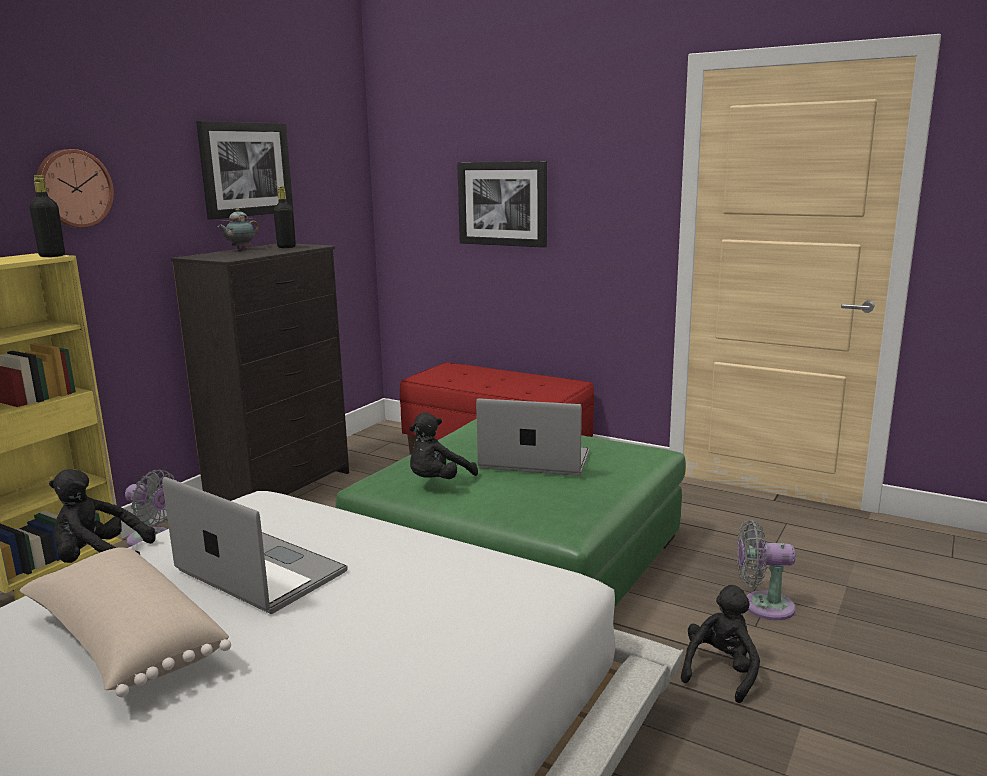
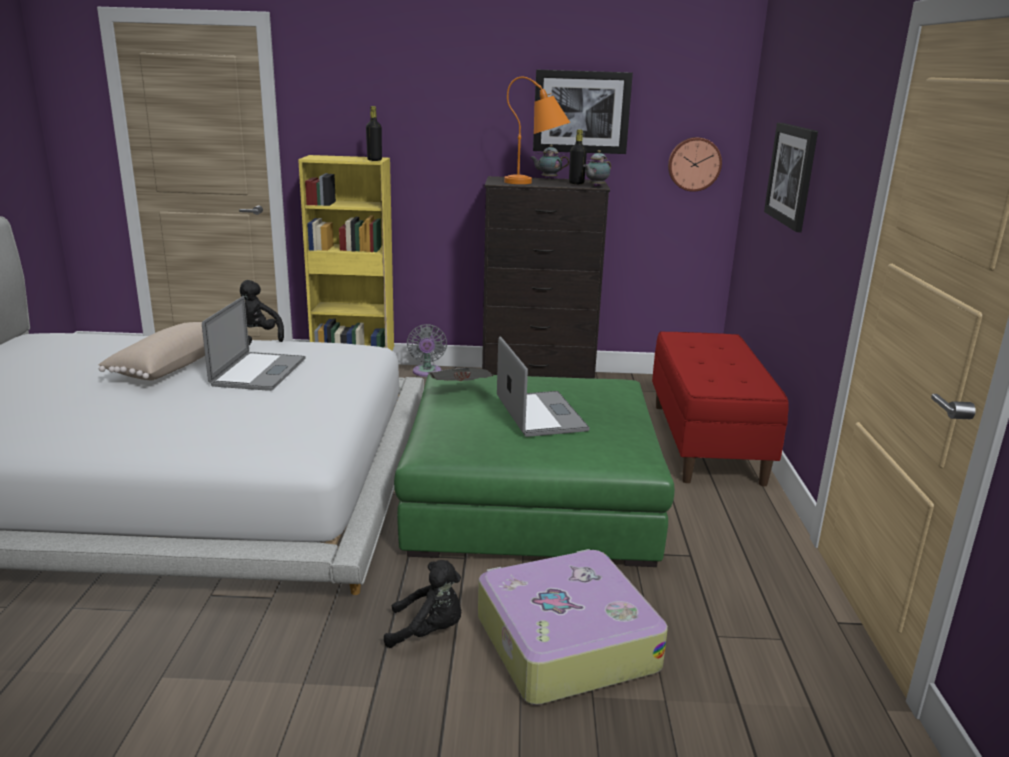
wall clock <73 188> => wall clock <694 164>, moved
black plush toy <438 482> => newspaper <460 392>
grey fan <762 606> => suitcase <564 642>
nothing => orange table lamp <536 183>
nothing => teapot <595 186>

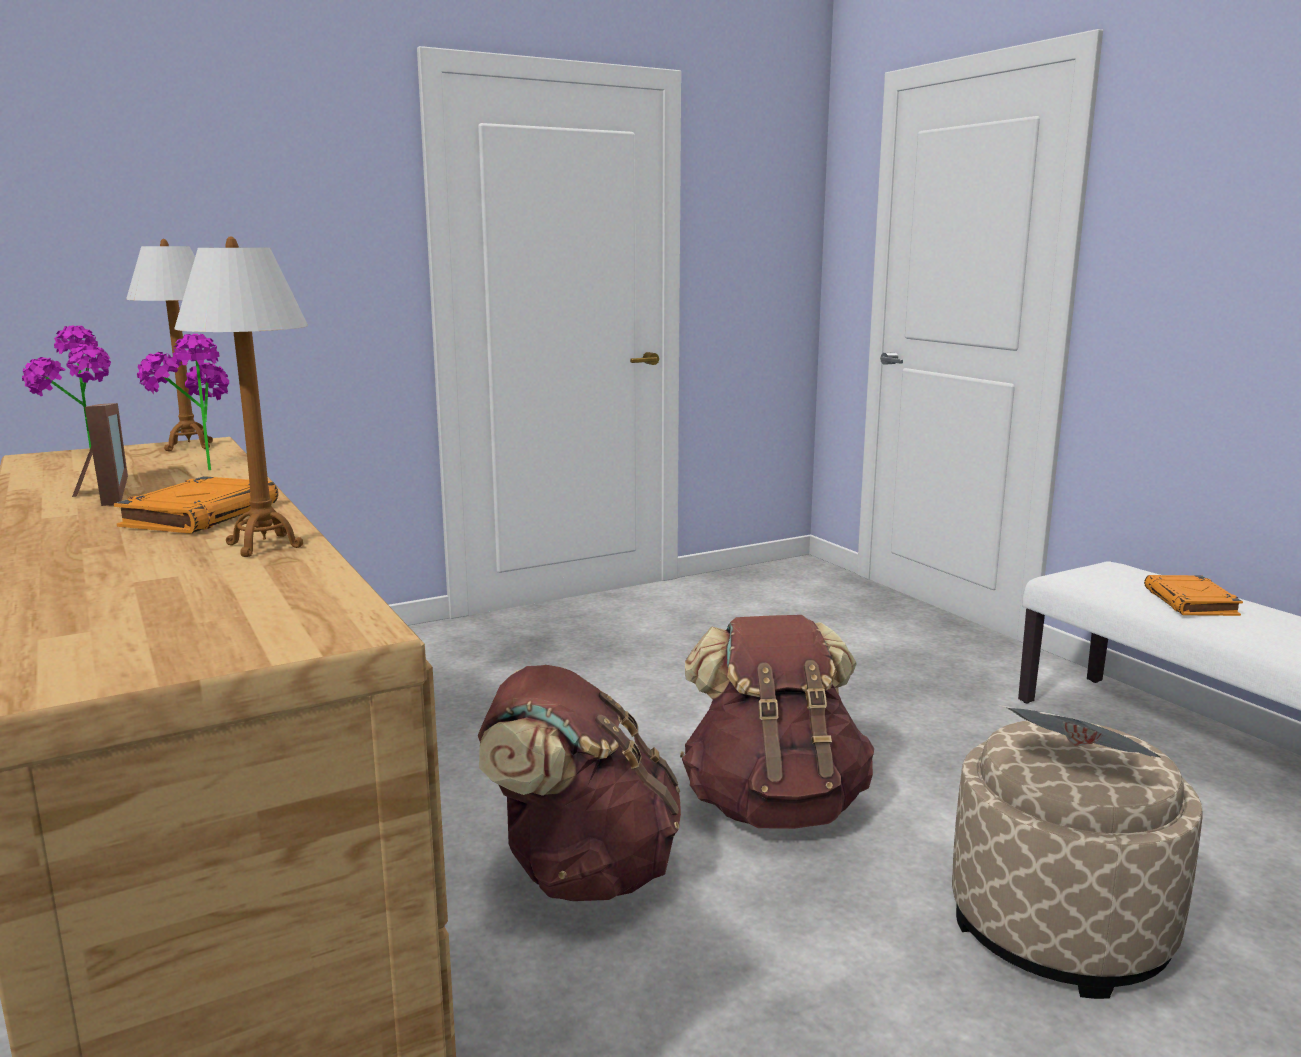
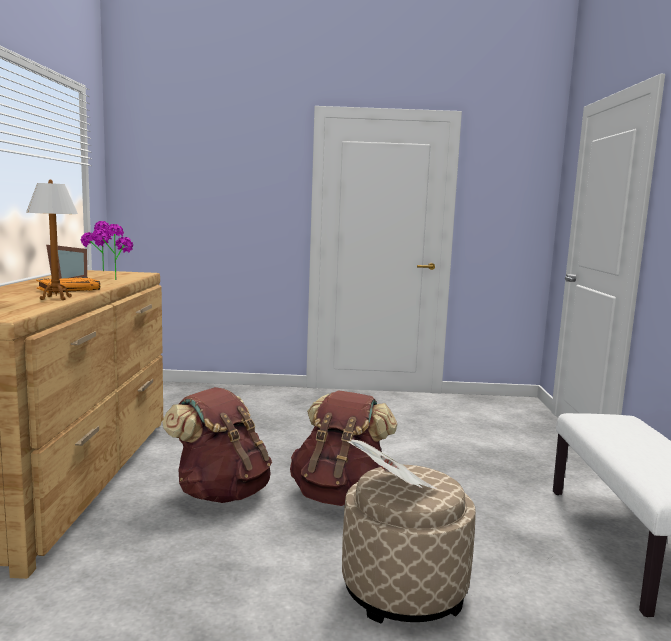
table lamp <189 446> => nothing
orange book <1191 602> => nothing

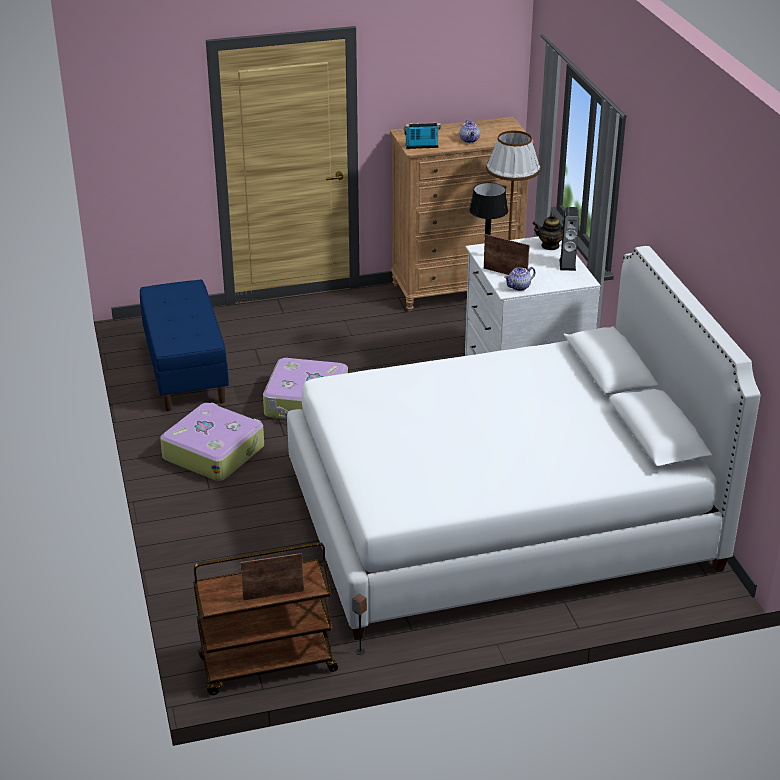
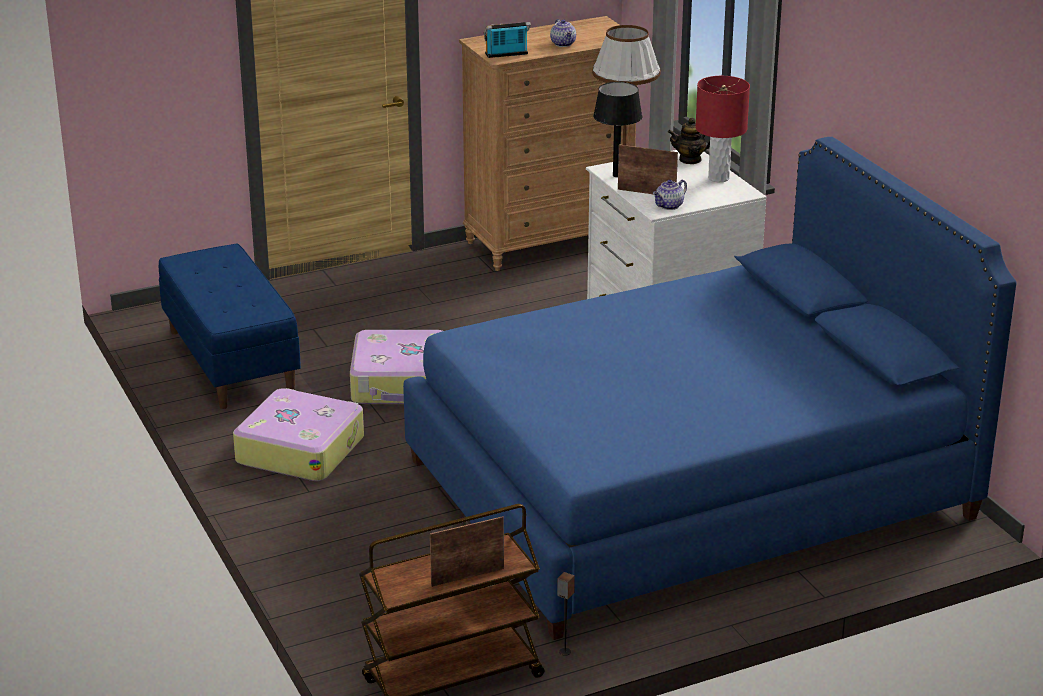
white bed <499 518> => blue bed <688 489>
speaker <567 264> => red table lamp <719 178>

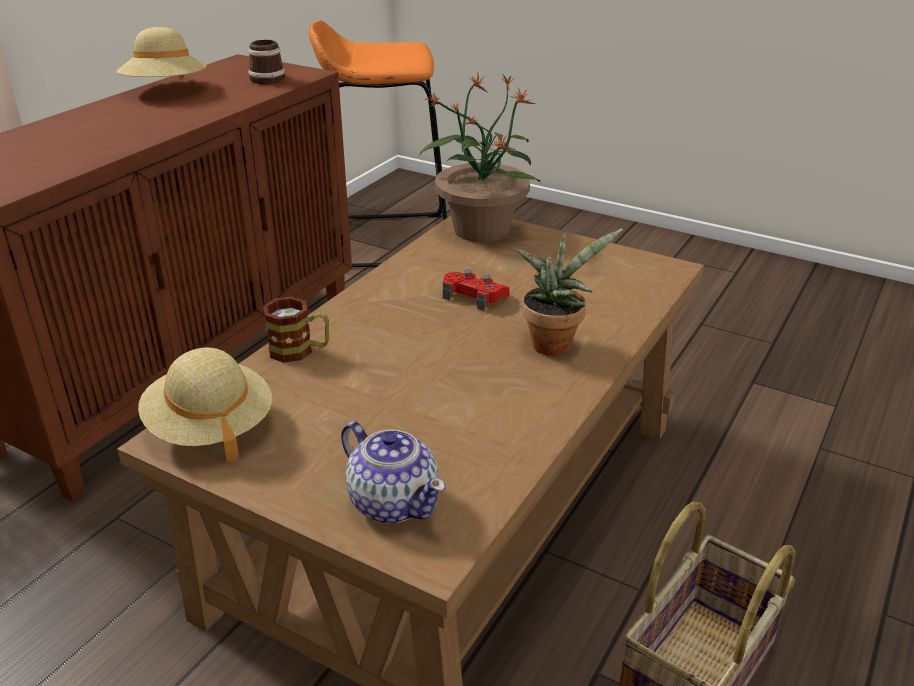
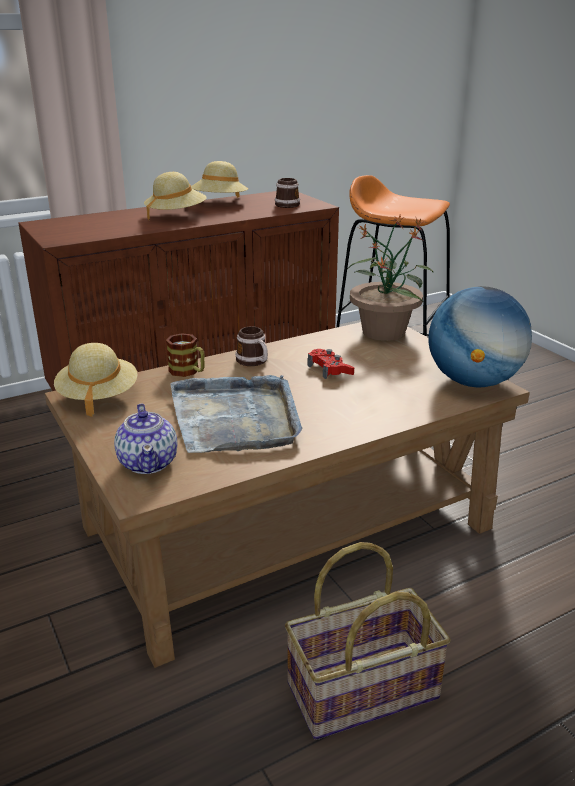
potted plant <554 342> => nothing
nothing => beige hat <176 215>
nothing => grey tray <236 418>
nothing => mug <254 362>
nothing => globe <473 382>

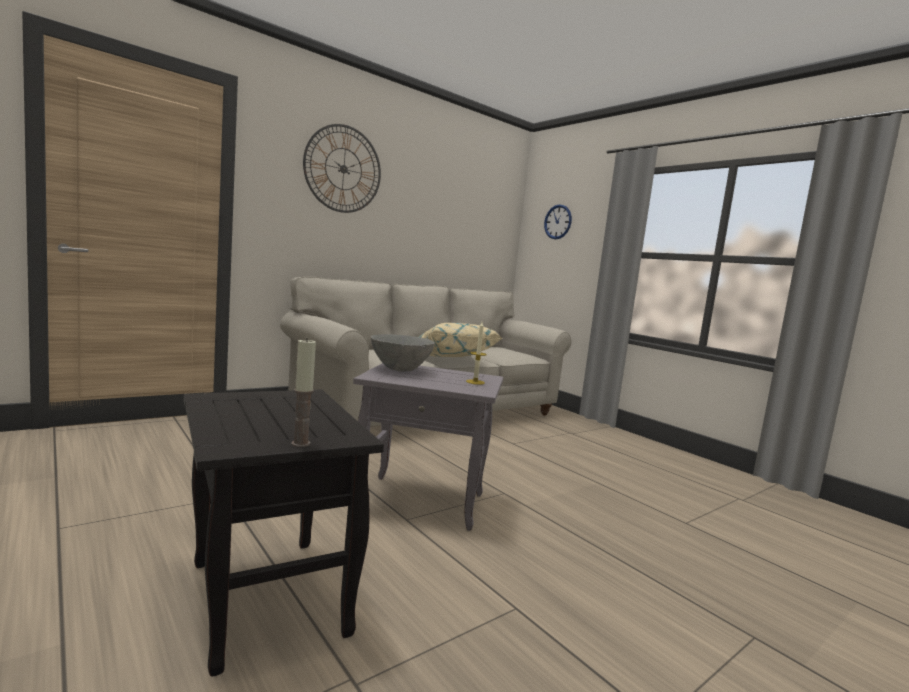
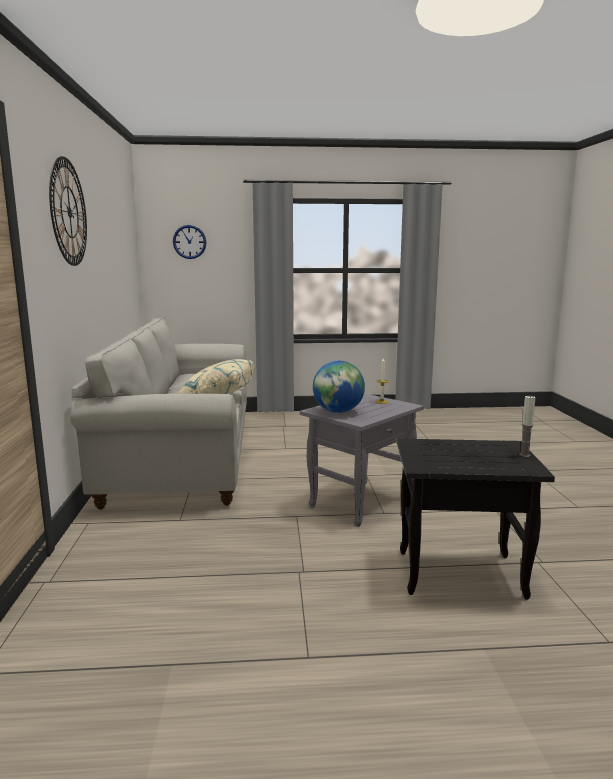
grey bowl <400 370> => globe <338 412>

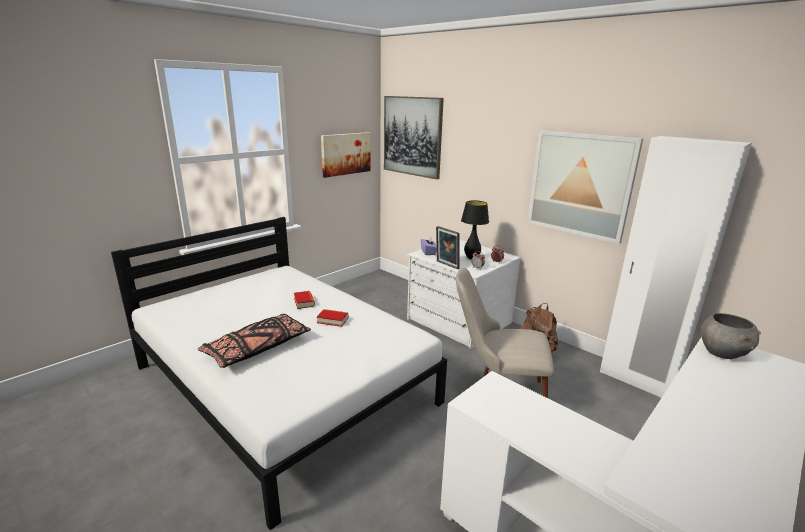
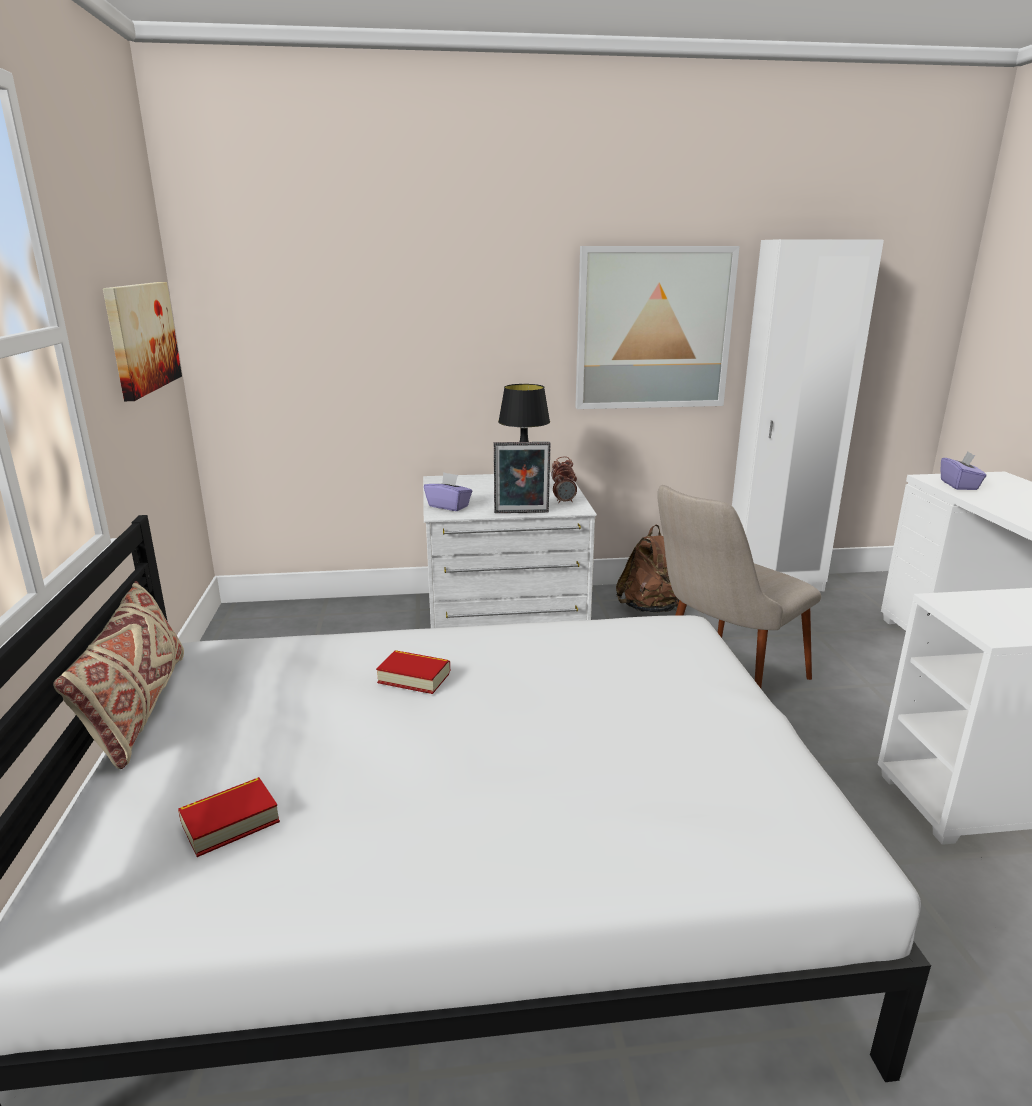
black pillow <257 349> => nothing
book <332 320> => book <230 822>, moved
picture <412 136> => nothing
grey bowl <722 353> => purple tissue box <959 485>
nothing => beige pillow <138 709>

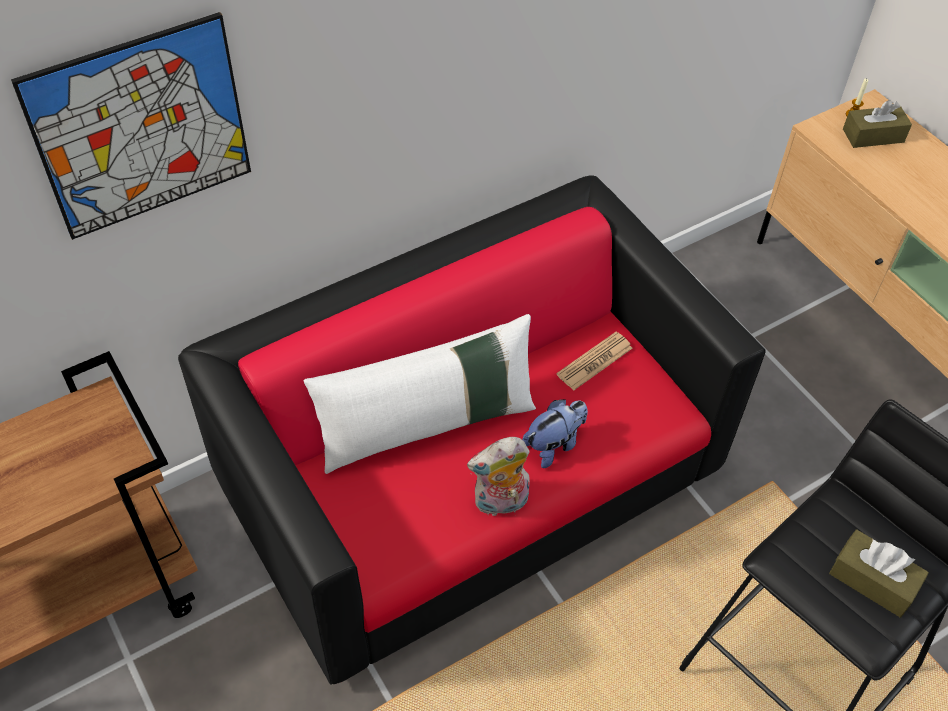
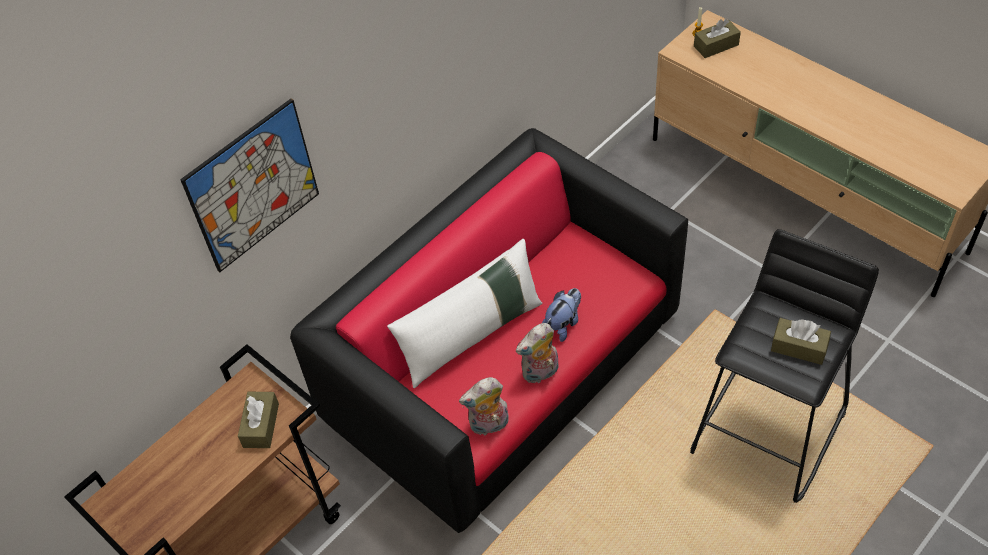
newspaper <594 361> => nothing
nothing => brown tissue box <261 425>
nothing => plush toy <489 425>

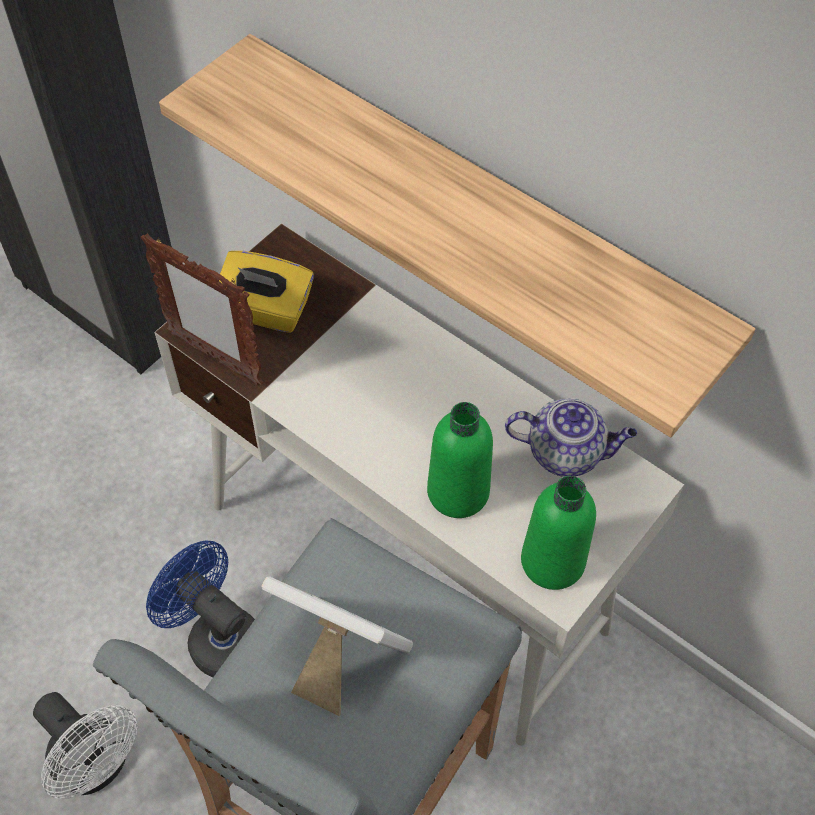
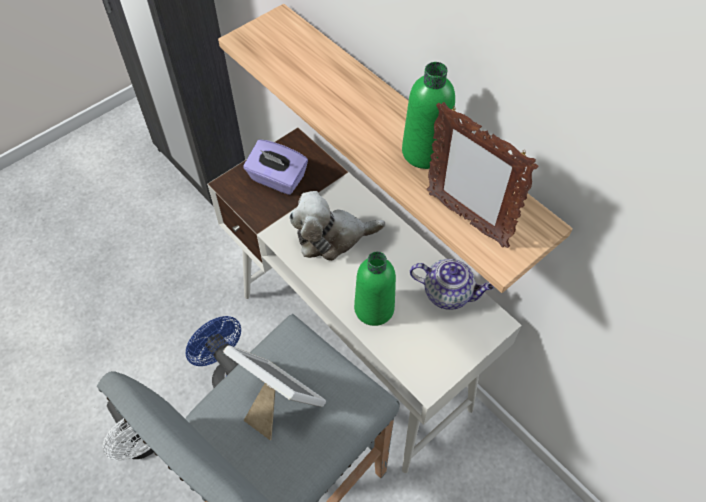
picture frame <215 357> => picture frame <465 219>, moved
yellow tissue box <265 310> => purple tissue box <277 179>
green bottle <552 561> => green bottle <424 152>, moved
nothing => plush toy <332 237>

